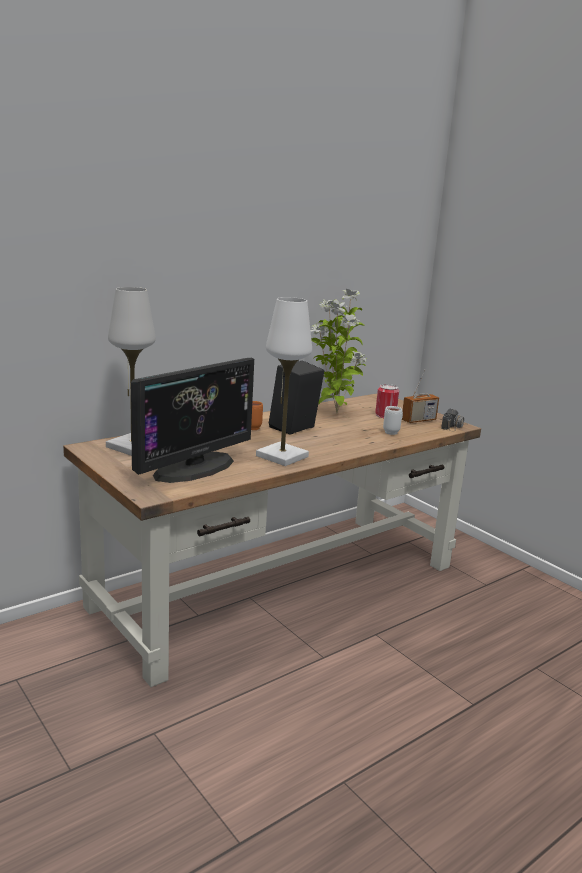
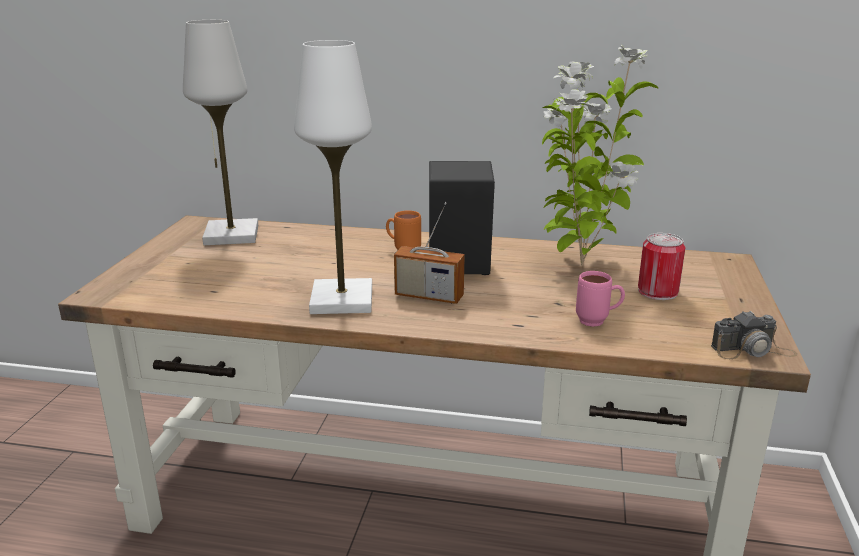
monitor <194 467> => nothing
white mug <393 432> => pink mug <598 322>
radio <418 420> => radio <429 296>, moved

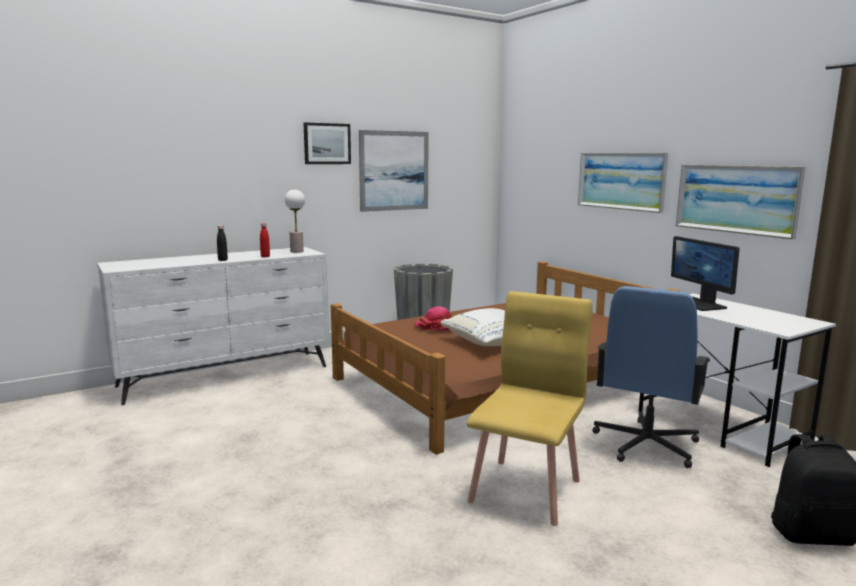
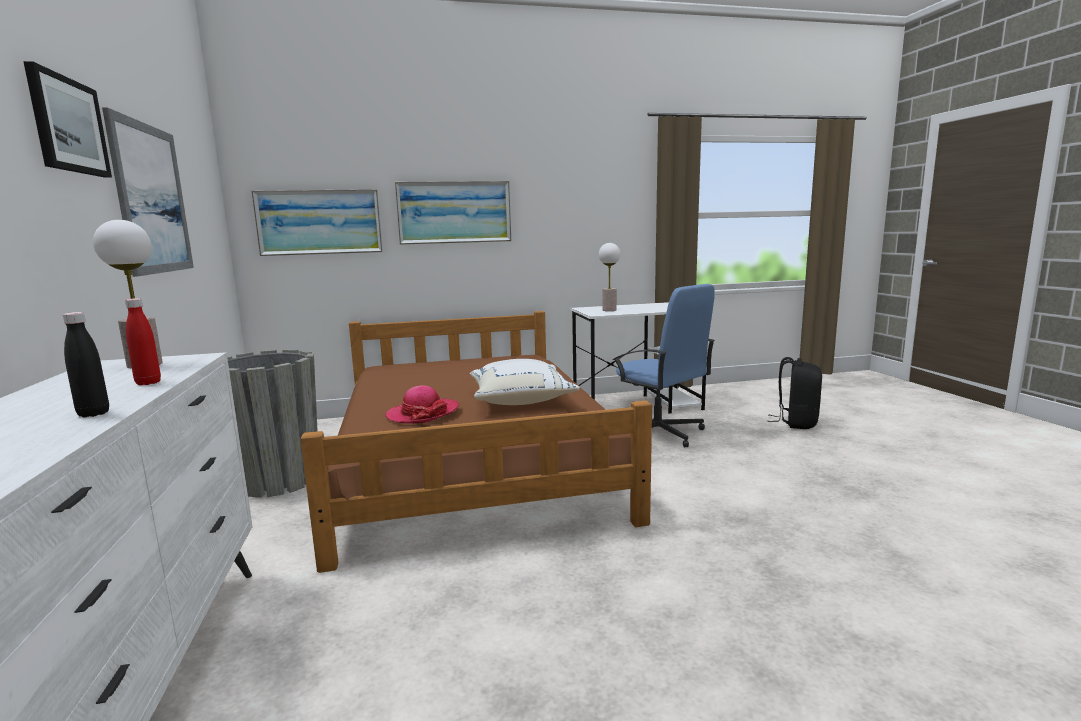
yellow chair <526 490> => nothing
monitor <698 304> => table lamp <609 310>
picture <736 199> => picture <319 222>, moved

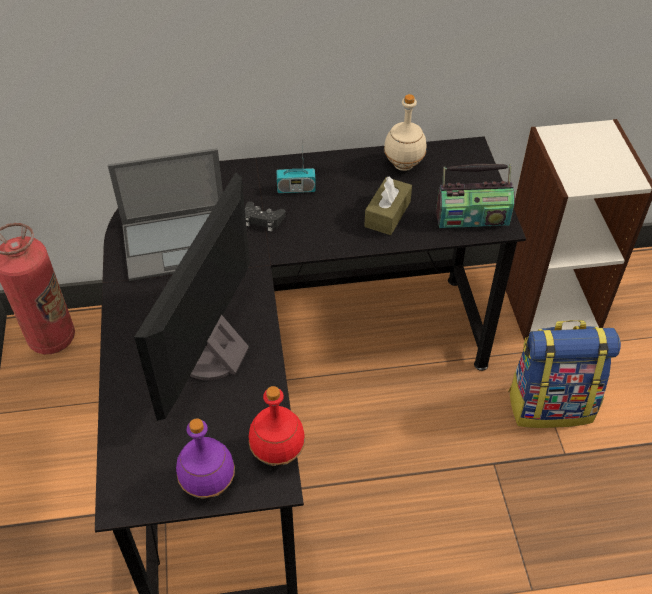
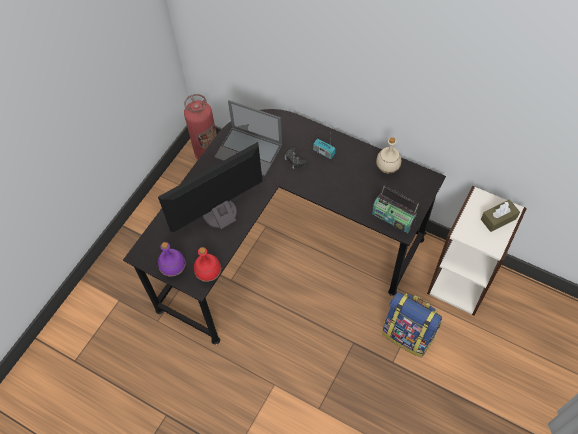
brown tissue box <387 214> => brown tissue box <498 219>, moved

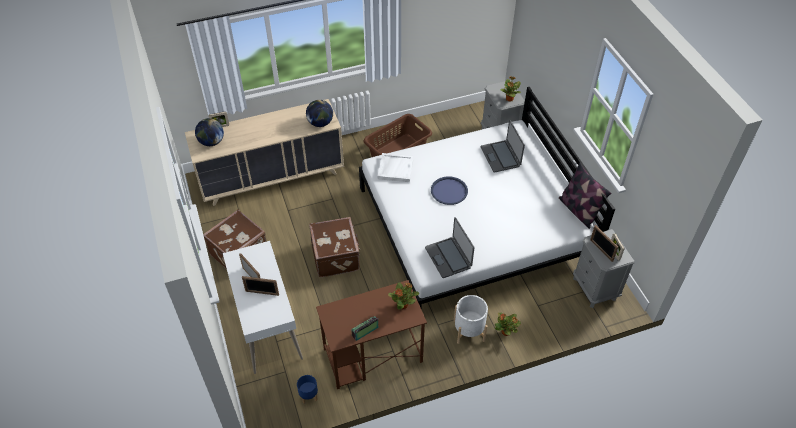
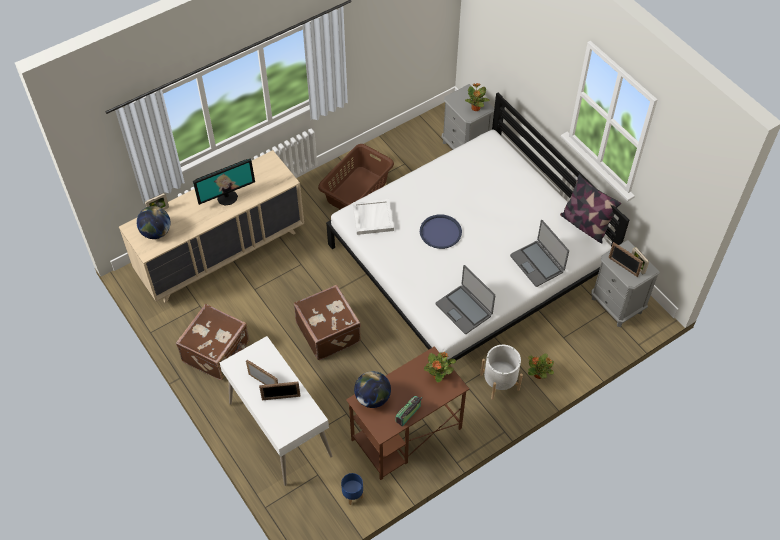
globe <320 123> => globe <372 398>, moved
laptop <501 156> => laptop <537 263>, moved
nothing => monitor <227 197>

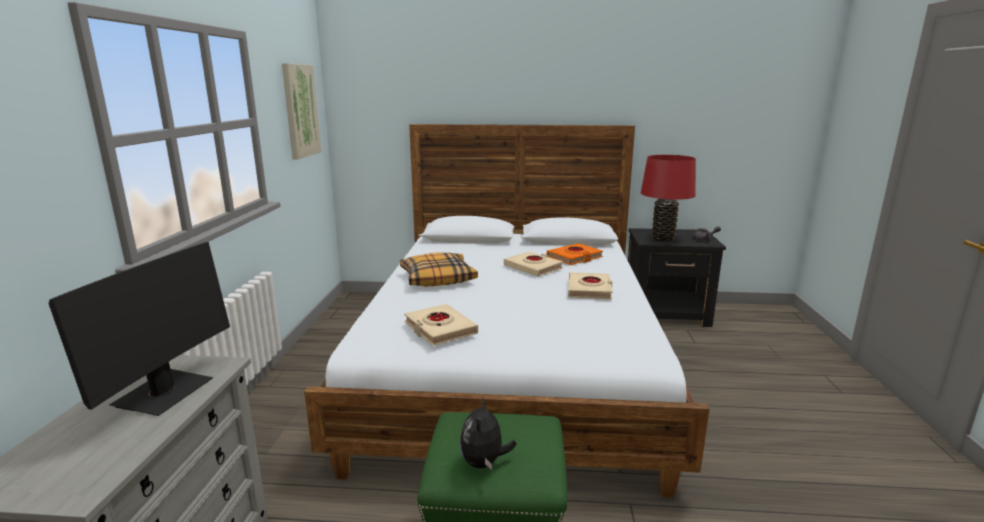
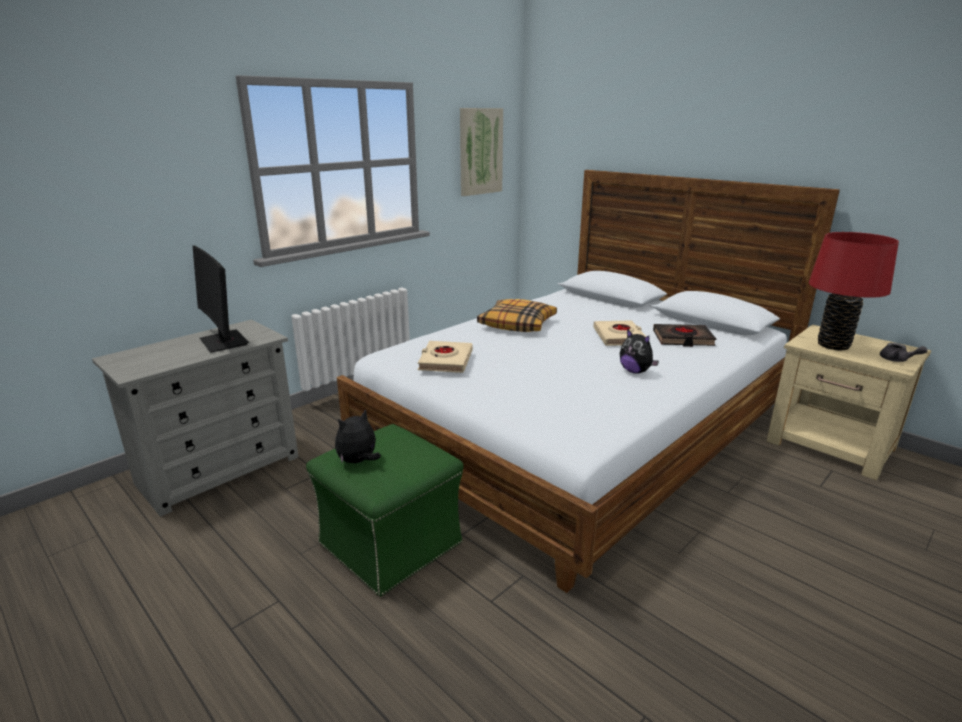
monitor <164 393> => monitor <224 342>, 90 degrees clockwise
orange book <574 257> => black book <683 339>
beige book <589 290> => plush toy <635 371>
black nightstand <667 314> => beige nightstand <832 446>

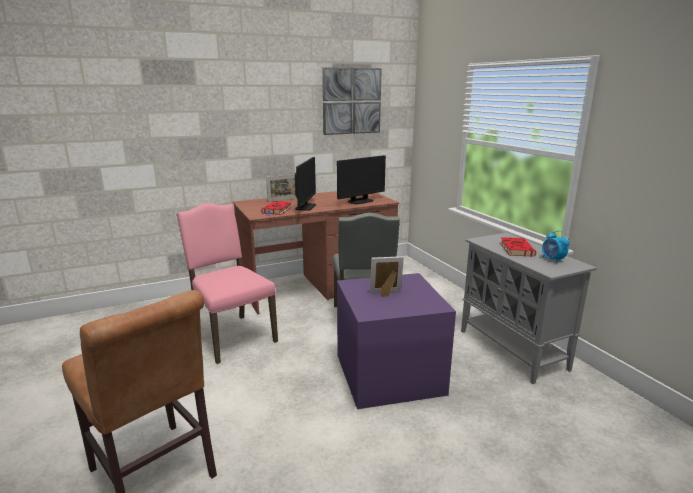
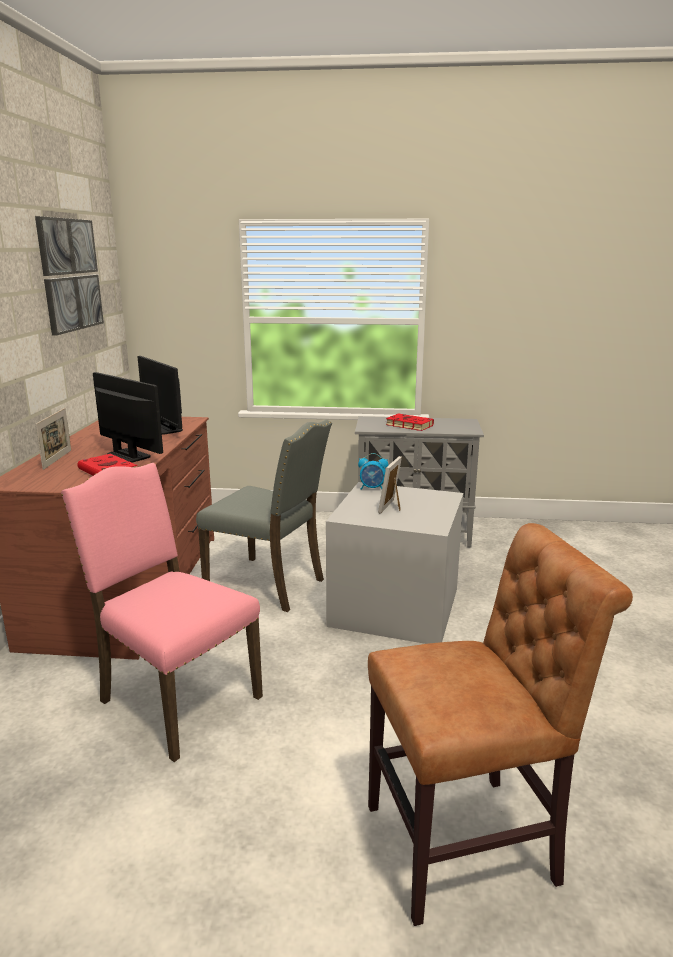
pink chair <232 336> => pink chair <175 699>, 45 degrees clockwise
monitor <360 201> => monitor <165 429>, 150 degrees clockwise
purple storage box <388 375> => grey storage box <396 608>
alarm clock <552 260> => alarm clock <372 488>, moved

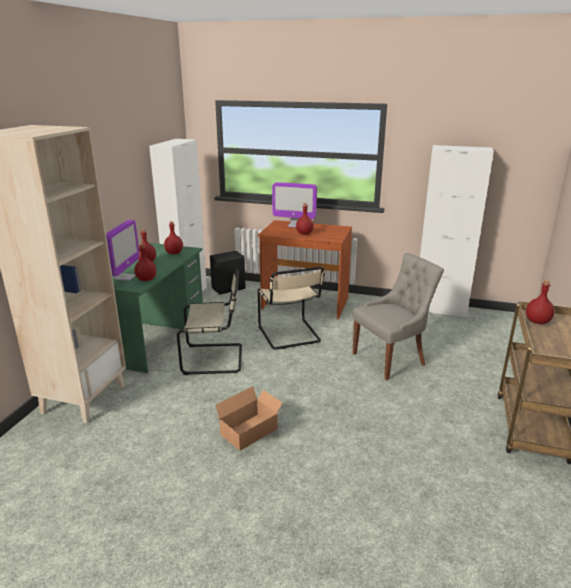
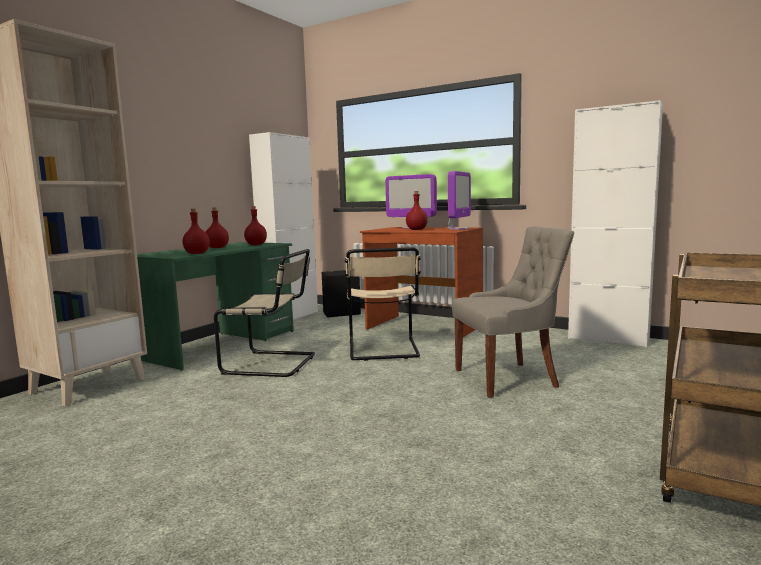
monitor <125 277> => monitor <458 229>, moved
cardboard box <251 432> => nothing
red bottle <537 321> => nothing

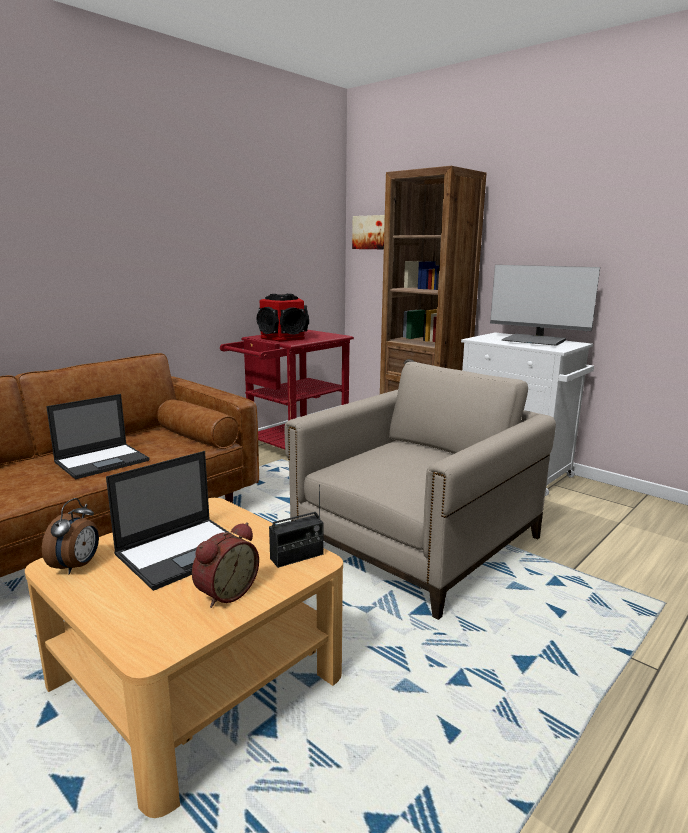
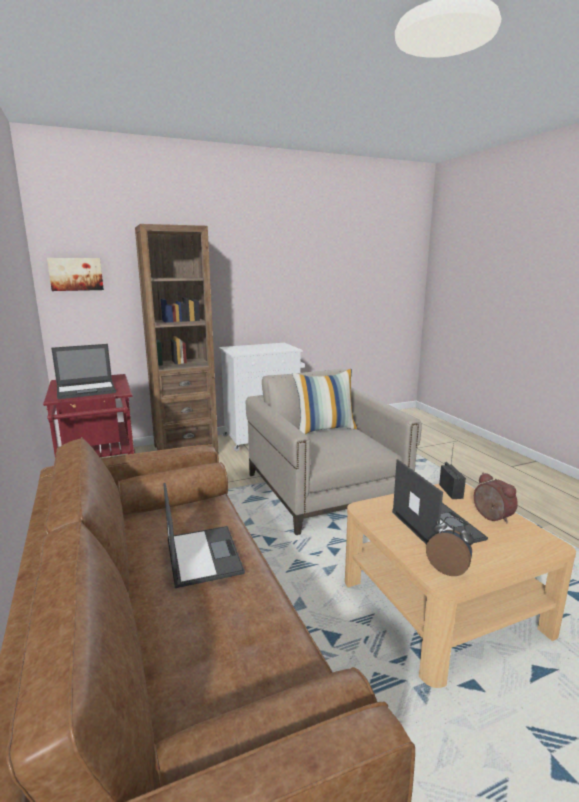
speaker <284 338> => laptop <87 390>
monitor <534 341> => nothing
nothing => pillow <325 429>

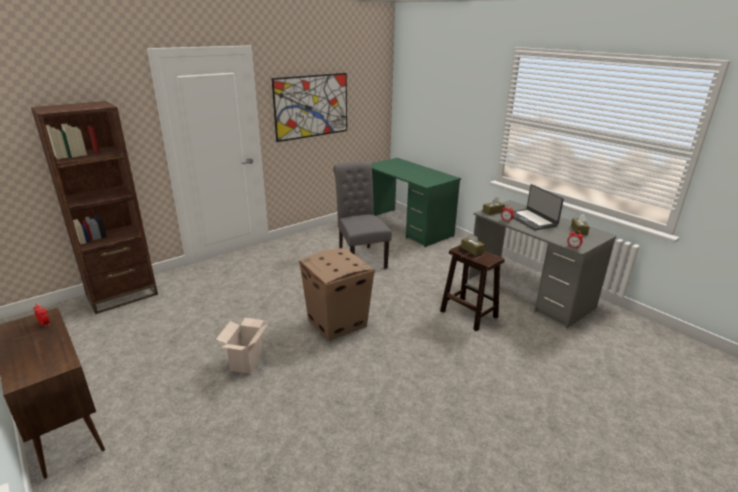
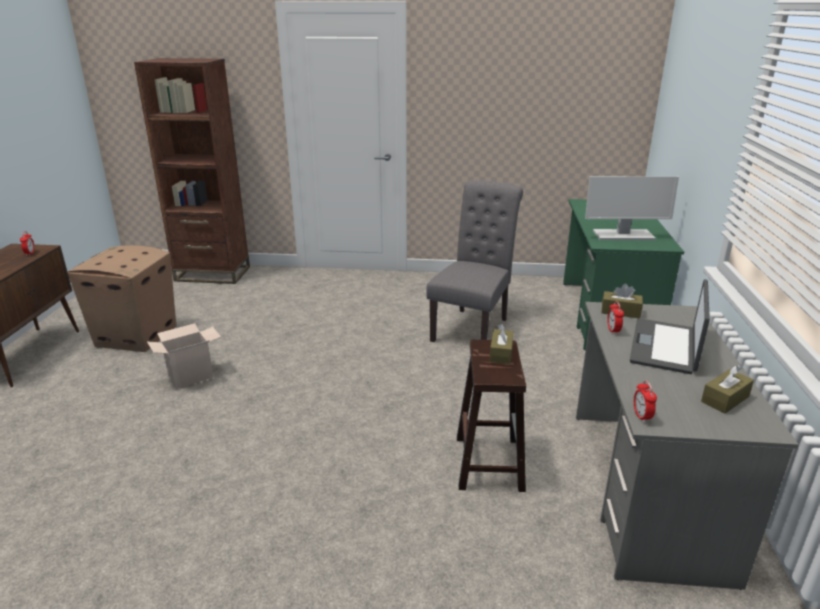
picture <312 106> => nothing
cardboard box <337 323> => cardboard box <136 337>, moved
nothing => monitor <623 235>

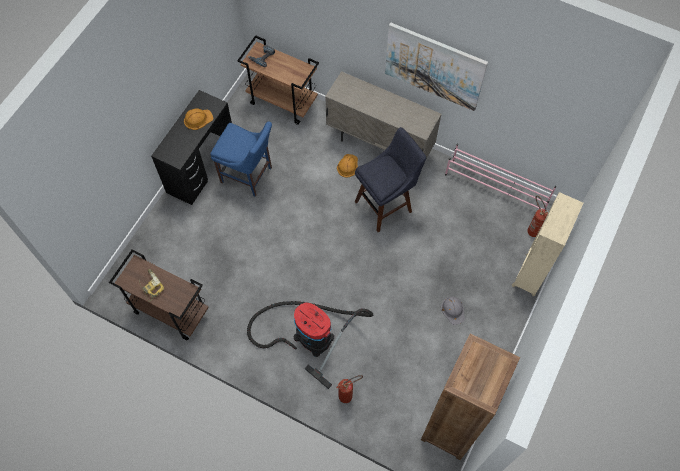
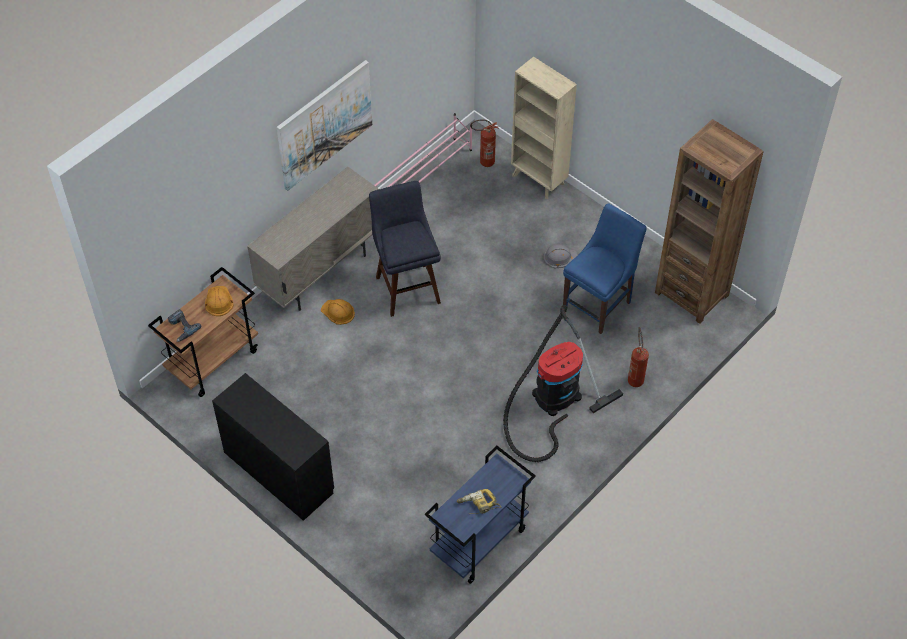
brown cart <170 311> => blue cart <479 542>
orange hard hat <198 119> => orange hard hat <218 301>, moved
blue chair <248 176> => blue chair <599 304>, moved

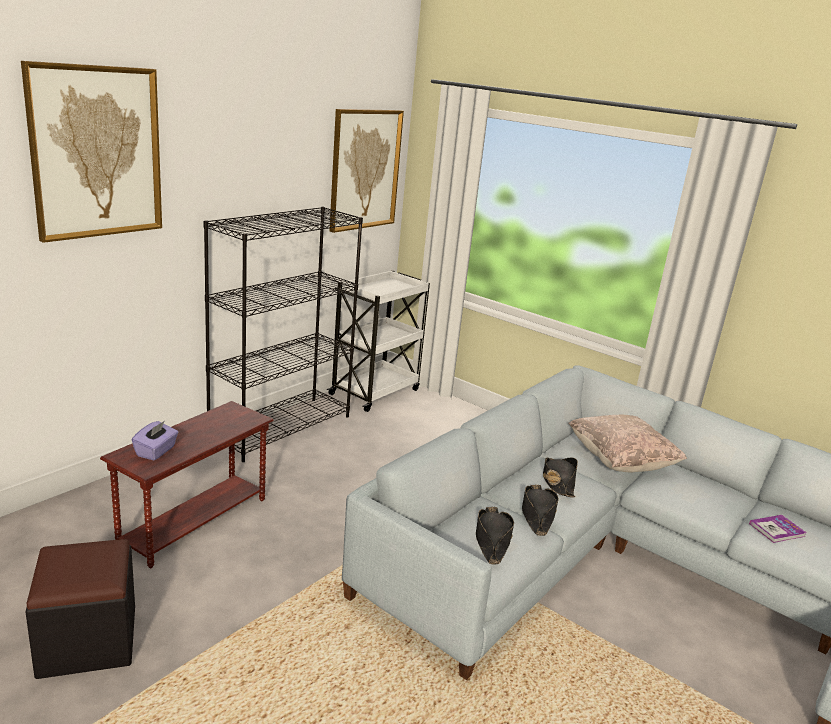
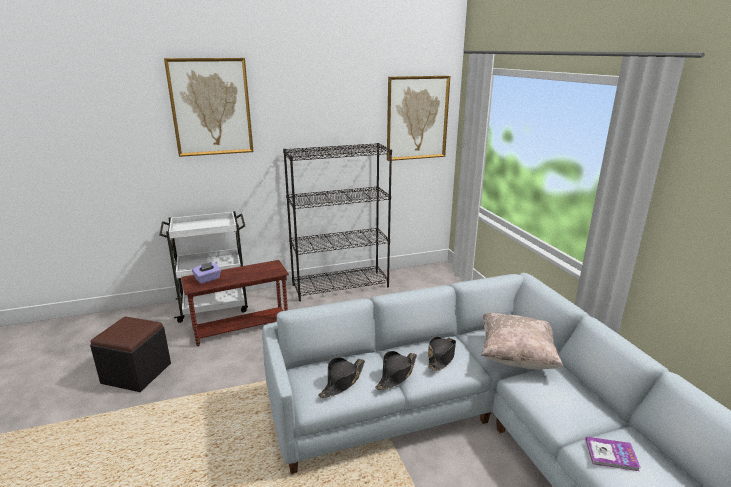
white cart <376 391> => white cart <215 307>, moved

